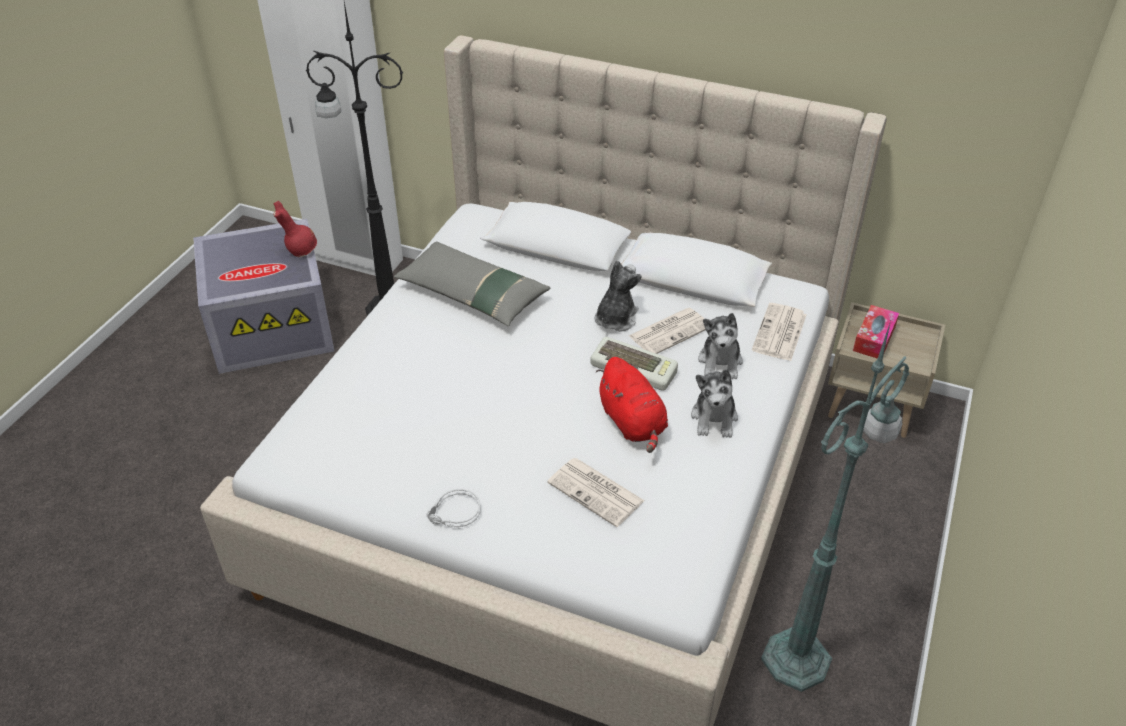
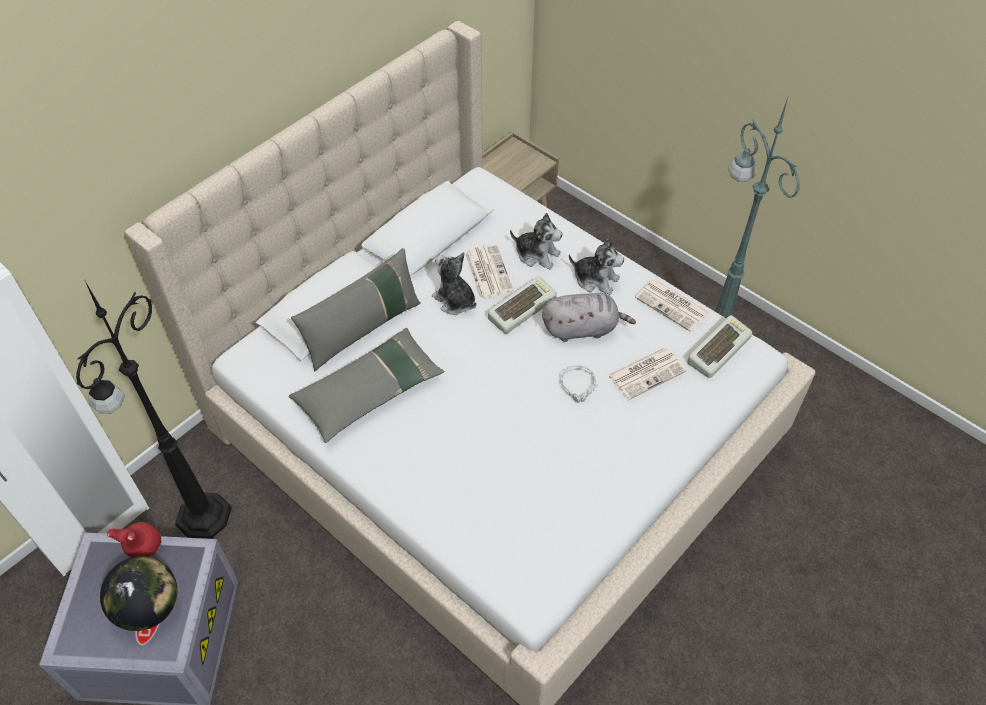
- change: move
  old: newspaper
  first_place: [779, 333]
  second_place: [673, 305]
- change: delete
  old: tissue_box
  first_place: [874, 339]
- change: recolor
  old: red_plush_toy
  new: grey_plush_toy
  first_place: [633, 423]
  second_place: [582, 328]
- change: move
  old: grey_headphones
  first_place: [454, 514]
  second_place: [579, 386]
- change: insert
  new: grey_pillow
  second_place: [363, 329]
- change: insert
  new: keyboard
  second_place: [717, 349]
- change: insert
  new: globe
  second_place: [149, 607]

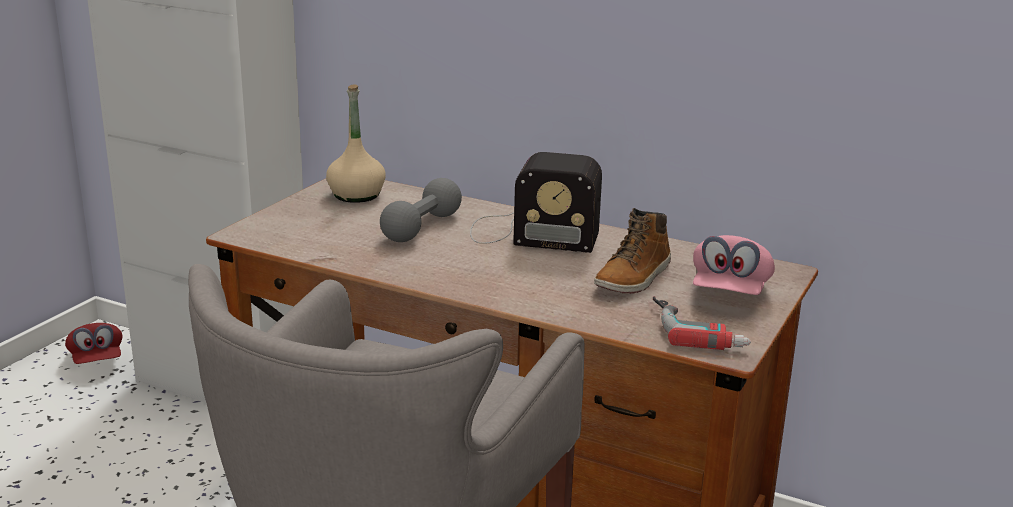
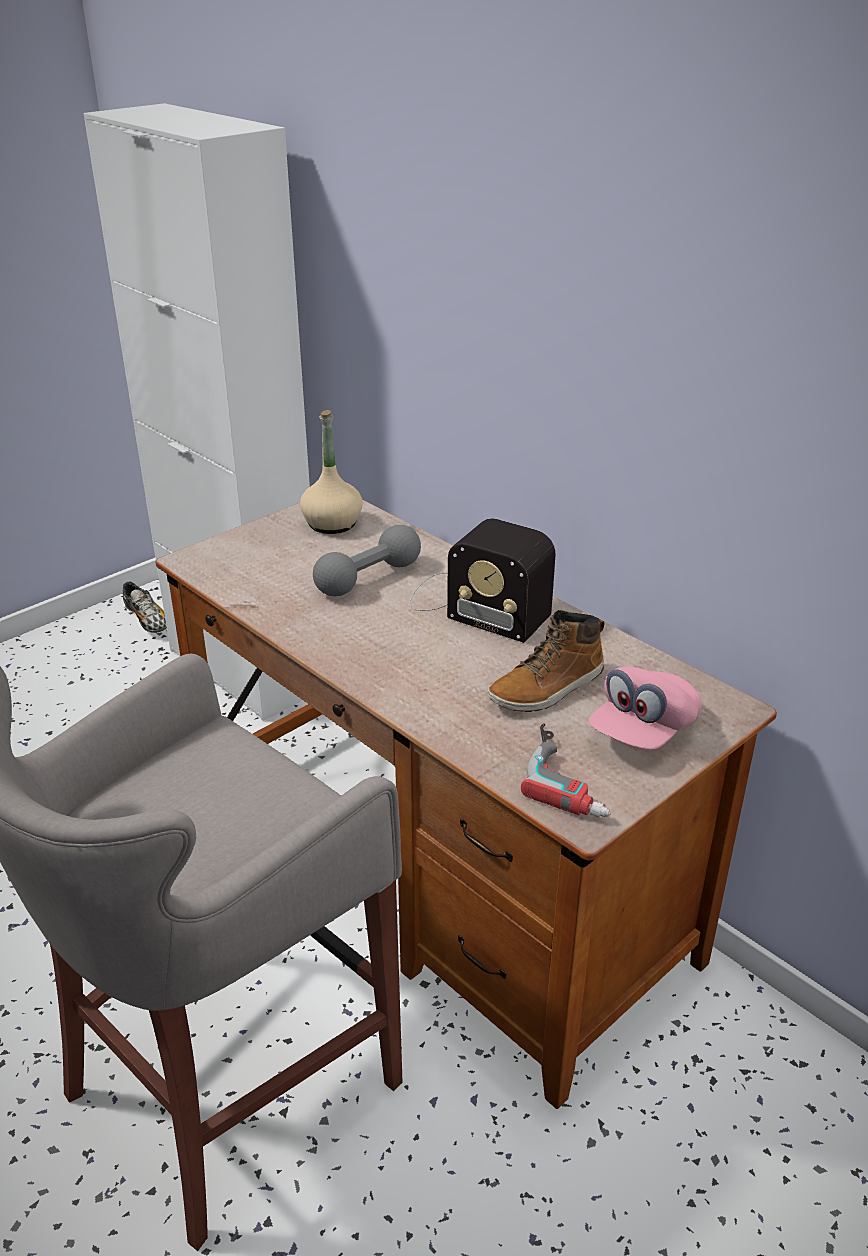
- change: replace
  old: red_cap
  new: shoe
  first_place: [97, 360]
  second_place: [148, 620]

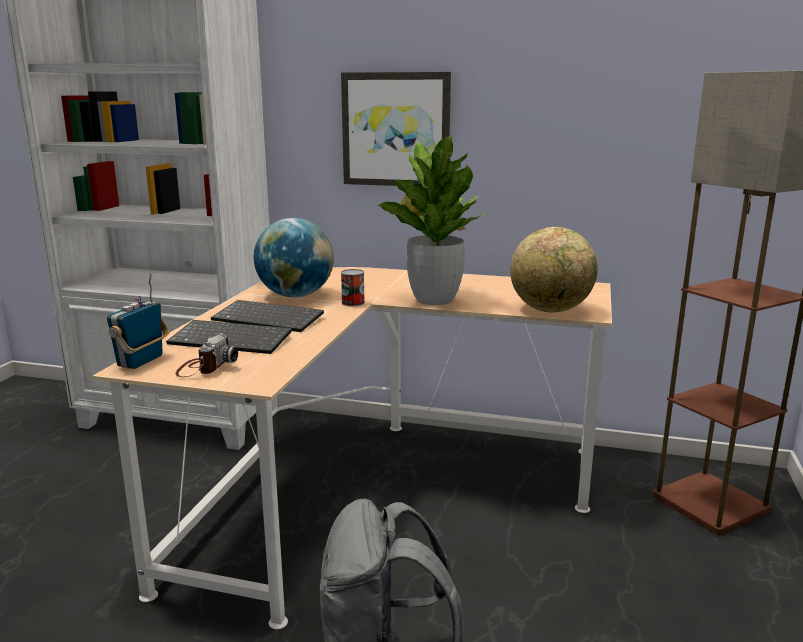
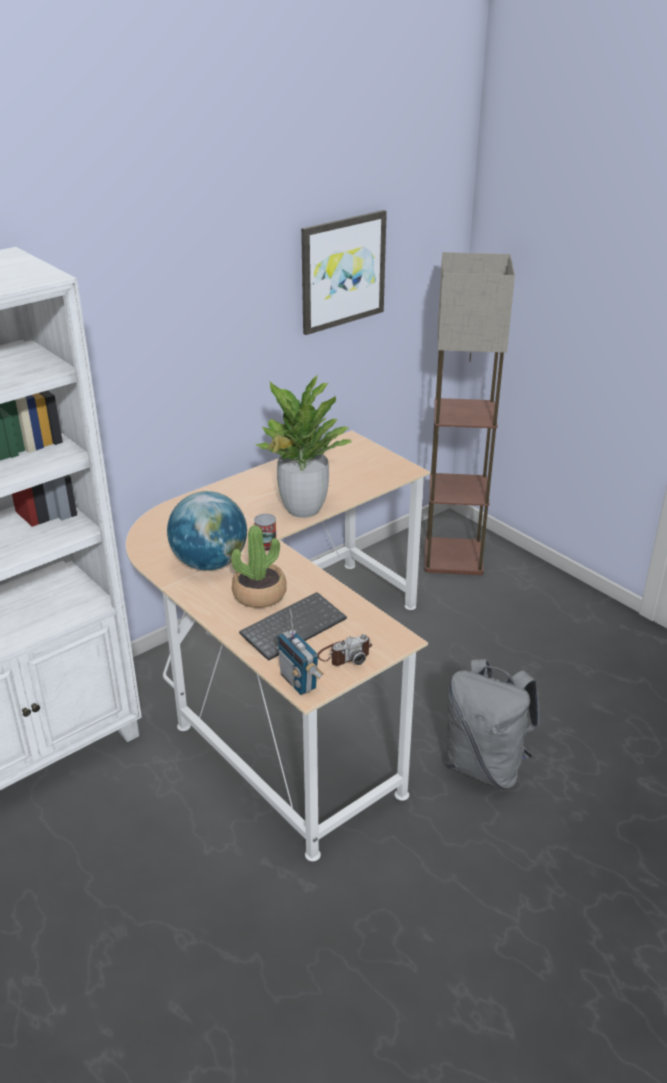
- change: move
  old: picture
  first_place: [396, 130]
  second_place: [342, 271]
- change: delete
  old: globe
  first_place: [551, 310]
- change: replace
  old: keyboard
  new: potted_plant
  first_place: [270, 318]
  second_place: [259, 594]
- change: rotate
  old: photo_camera
  first_place: [205, 367]
  second_place: [344, 655]
  degrees: 105

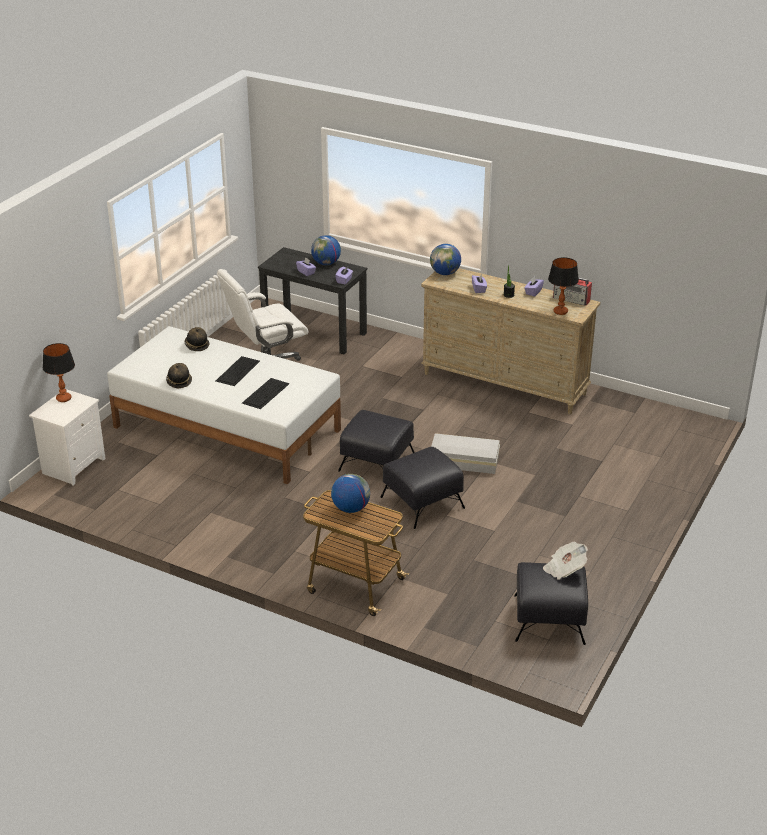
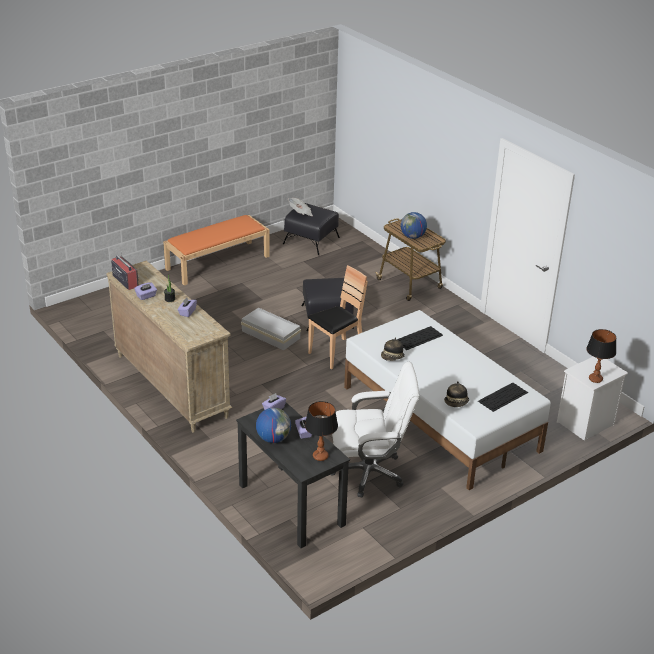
- change: delete
  old: globe
  first_place: [445, 273]
- change: move
  old: table_lamp
  first_place: [560, 312]
  second_place: [320, 456]
- change: move
  old: keyboard
  first_place: [238, 370]
  second_place: [502, 397]
- change: move
  old: hat
  first_place: [179, 382]
  second_place: [392, 358]
- change: replace
  old: black_ottoman
  new: brown_chair
  first_place: [376, 462]
  second_place: [336, 353]
- change: insert
  new: orange_bench
  second_place: [218, 262]

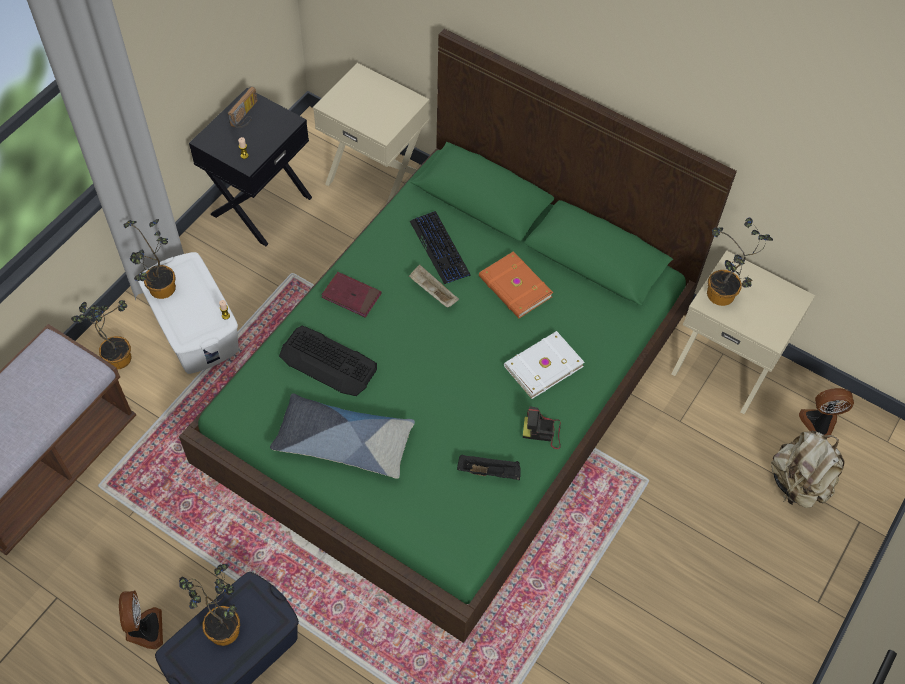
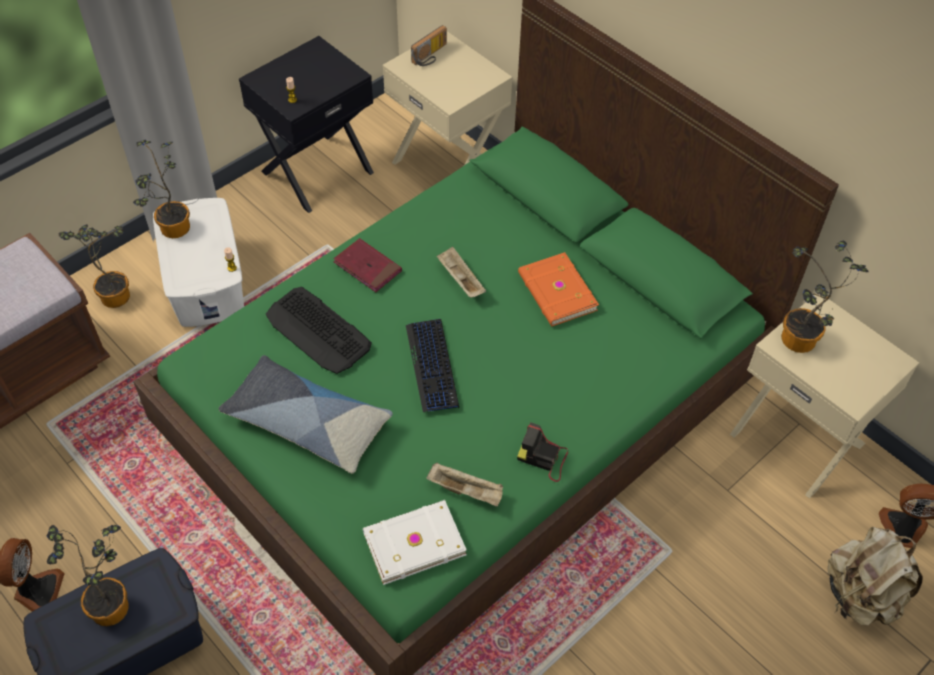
- change: move
  old: radio
  first_place: [246, 115]
  second_place: [431, 56]
- change: move
  old: keyboard
  first_place: [440, 248]
  second_place: [432, 366]
- change: move
  old: white_book
  first_place: [542, 365]
  second_place: [413, 542]
- change: recolor
  old: black_tray
  new: beige_tray
  first_place: [489, 472]
  second_place: [466, 491]

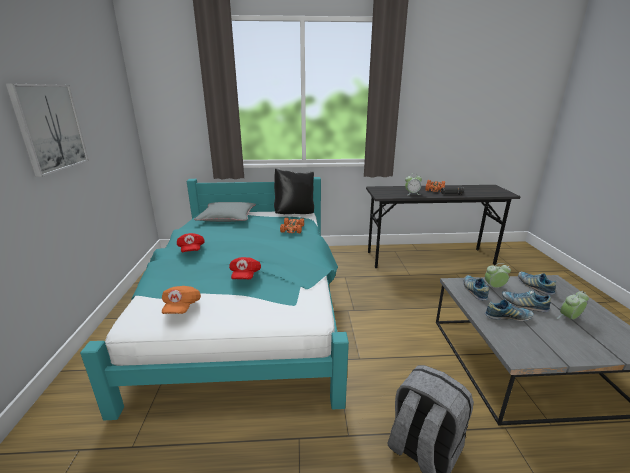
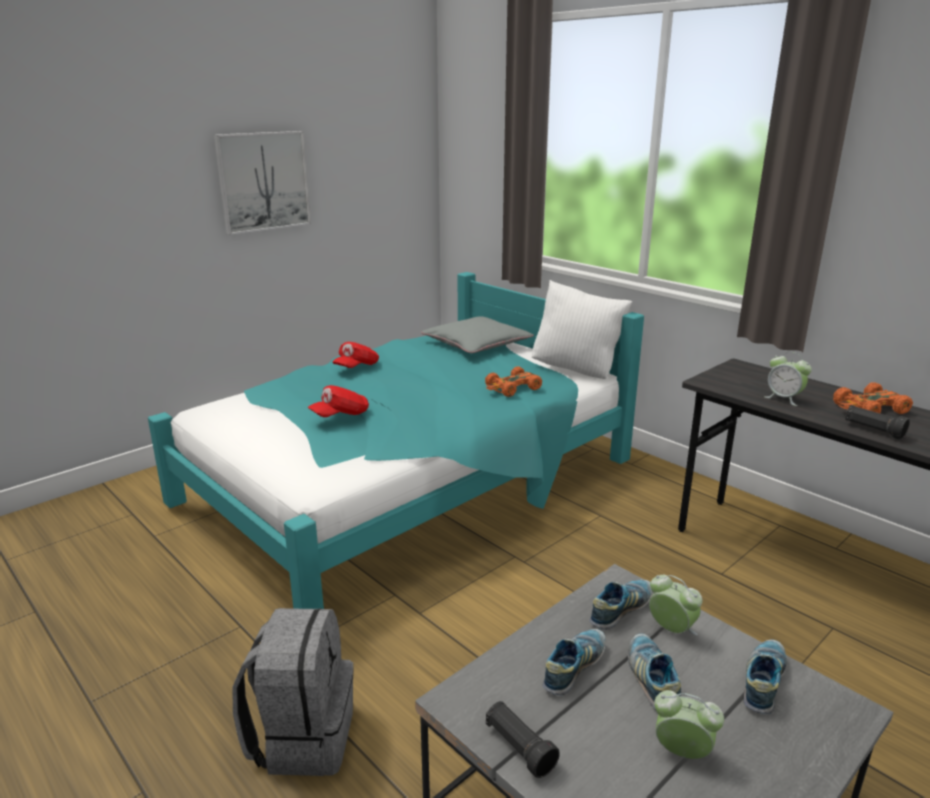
- change: recolor
  old: black_pillow
  new: white_pillow
  first_place: [295, 213]
  second_place: [577, 370]
- change: delete
  old: orange_cap
  first_place: [182, 307]
- change: rotate
  old: shoe
  first_place: [507, 317]
  second_place: [574, 668]
  degrees: -105
- change: insert
  new: black_flashlight
  second_place: [519, 748]

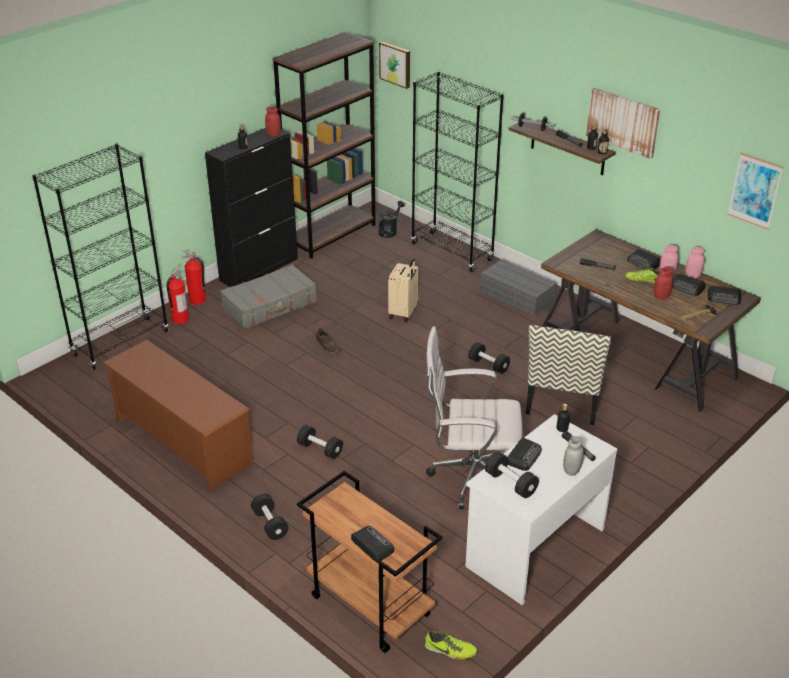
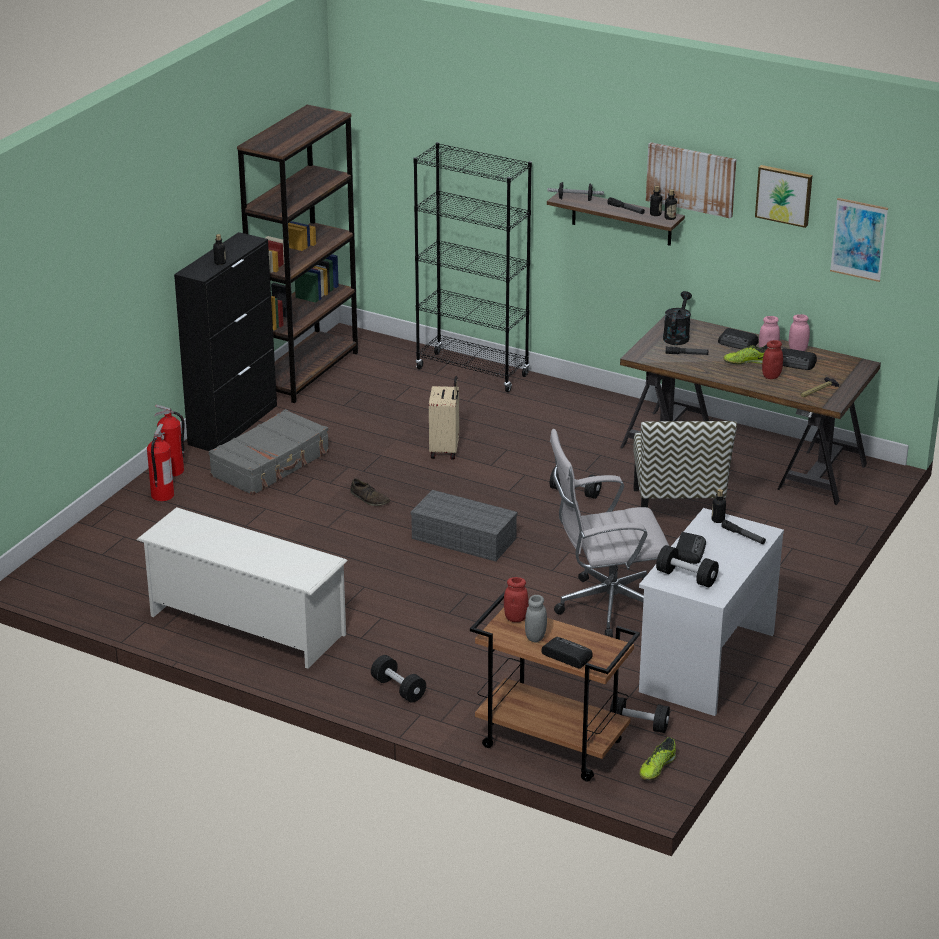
- change: move
  old: picture
  first_place: [396, 64]
  second_place: [784, 195]
- change: move
  old: red_jar
  first_place: [273, 135]
  second_place: [515, 618]
- change: delete
  old: black_bookcase
  first_place: [121, 343]
- change: move
  old: black_watering_can
  first_place: [389, 231]
  second_place: [677, 336]
- change: move
  old: grey_storage_box
  first_place: [518, 297]
  second_place: [465, 538]
- change: delete
  old: radio
  first_place: [724, 298]
- change: recolor
  old: brown_shoe_rack
  new: white_shoe_rack
  first_place: [182, 441]
  second_place: [245, 625]
- change: move
  old: black_dumbbell
  first_place: [320, 449]
  second_place: [638, 725]
- change: move
  old: grey_jar
  first_place: [572, 470]
  second_place: [535, 637]
- change: rotate
  old: shoe
  first_place: [450, 651]
  second_place: [657, 768]
  degrees: 120

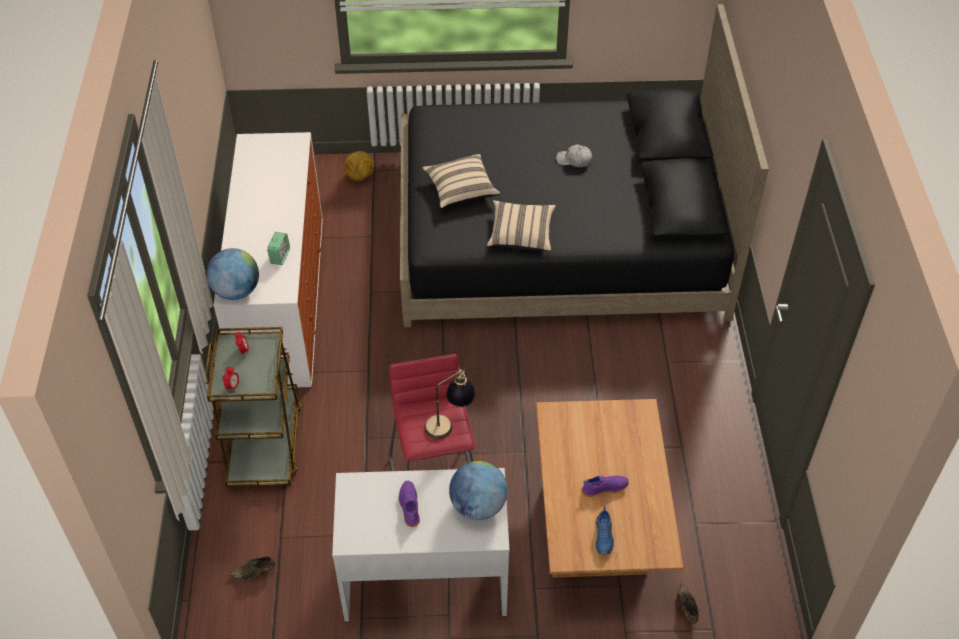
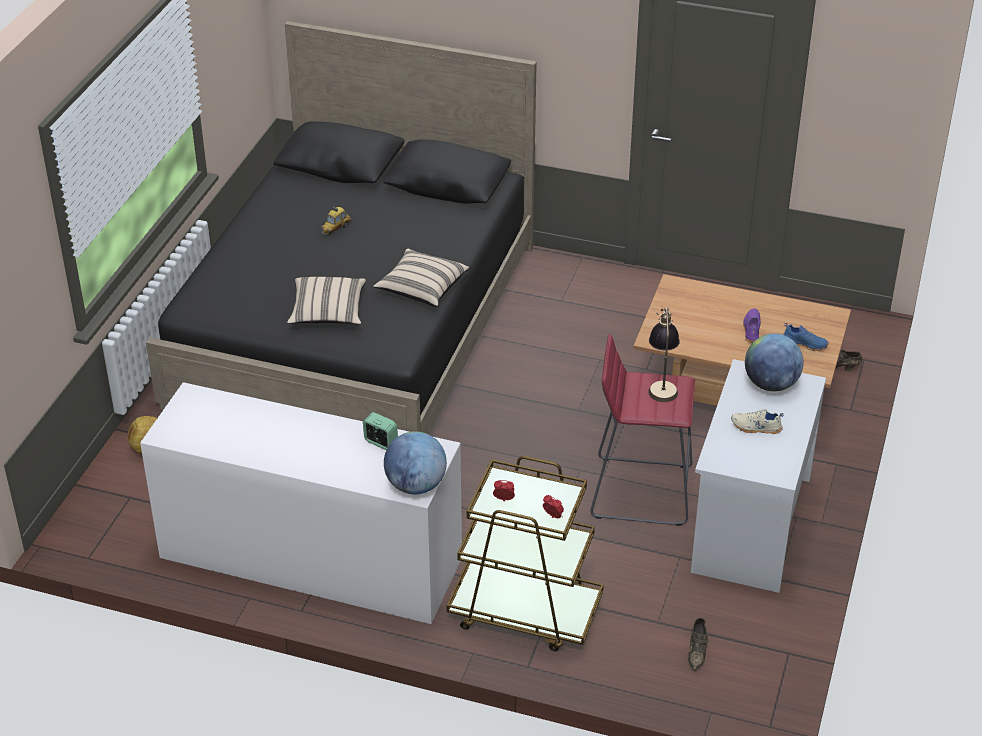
- change: replace
  old: white_cap
  new: toy_car
  first_place: [574, 160]
  second_place: [336, 228]
- change: recolor
  old: purple_shoe
  new: beige_shoe
  first_place: [409, 506]
  second_place: [756, 428]

